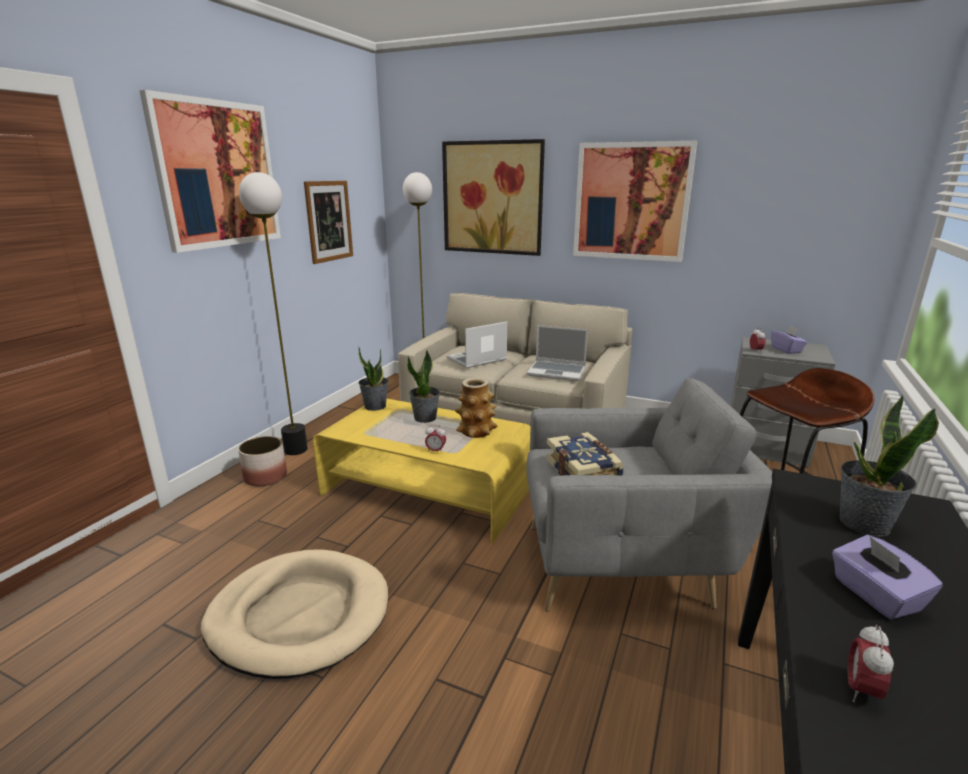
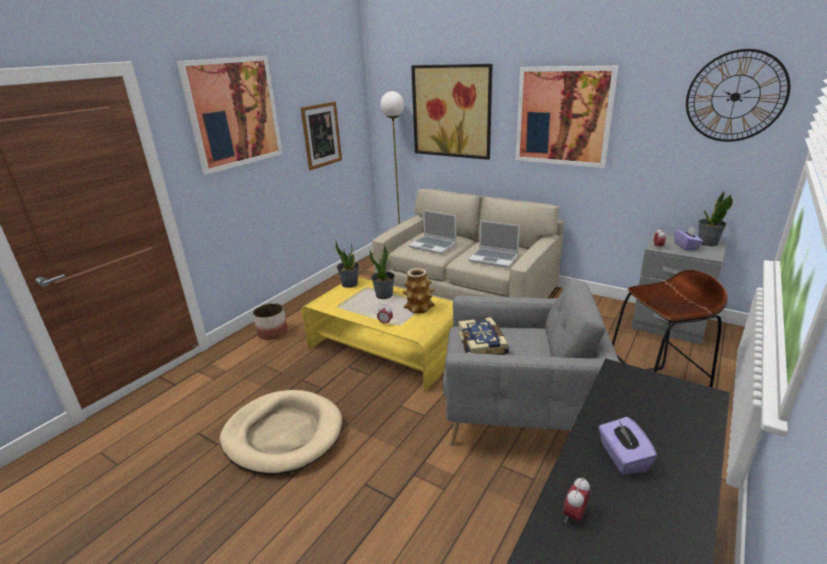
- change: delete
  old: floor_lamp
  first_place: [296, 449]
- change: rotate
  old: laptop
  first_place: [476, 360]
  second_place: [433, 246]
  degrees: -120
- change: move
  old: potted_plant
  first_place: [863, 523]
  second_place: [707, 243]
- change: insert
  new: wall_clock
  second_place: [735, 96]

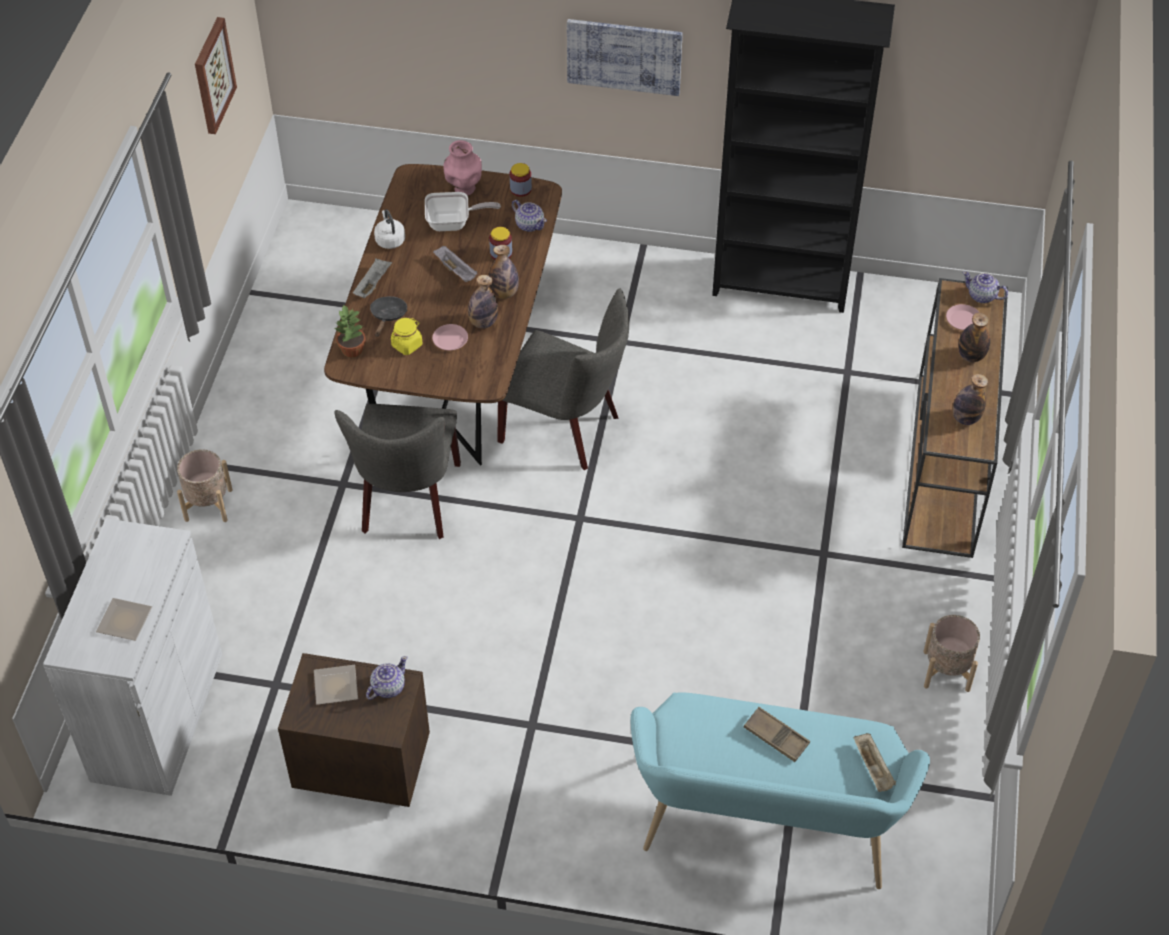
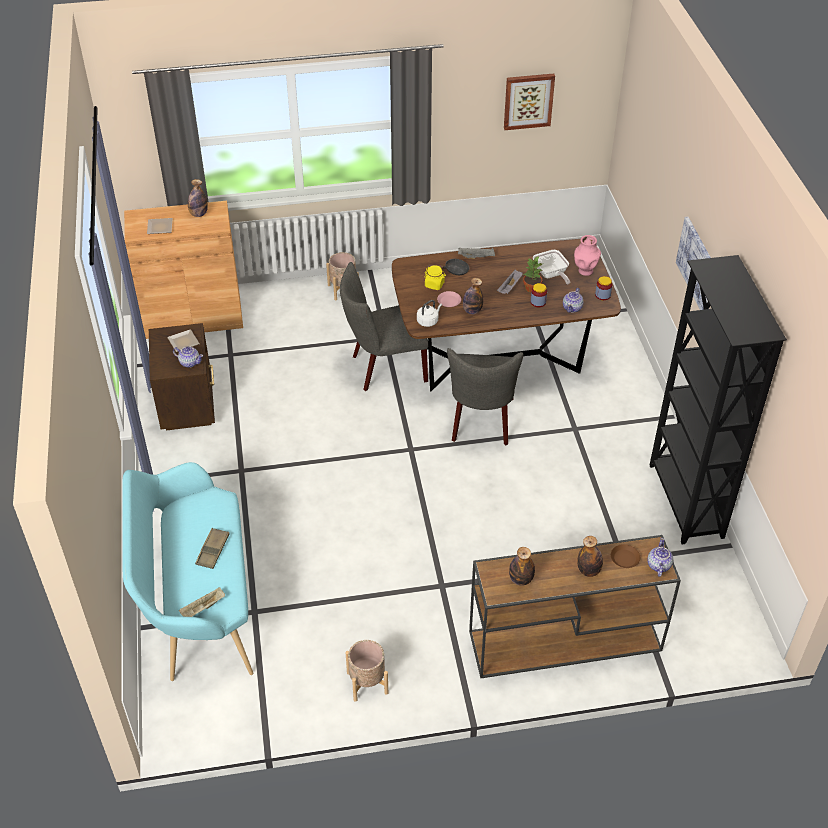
- change: move
  old: white_kettle
  first_place: [389, 240]
  second_place: [428, 321]
- change: move
  old: bottle
  first_place: [504, 293]
  second_place: [198, 214]
- change: recolor
  old: pink_plate
  new: brown_plate
  first_place: [963, 320]
  second_place: [624, 558]
- change: move
  old: potted_plant
  first_place: [352, 350]
  second_place: [531, 288]
- change: recolor
  old: white_cabinet
  new: brown_cabinet
  first_place: [157, 716]
  second_place: [193, 317]

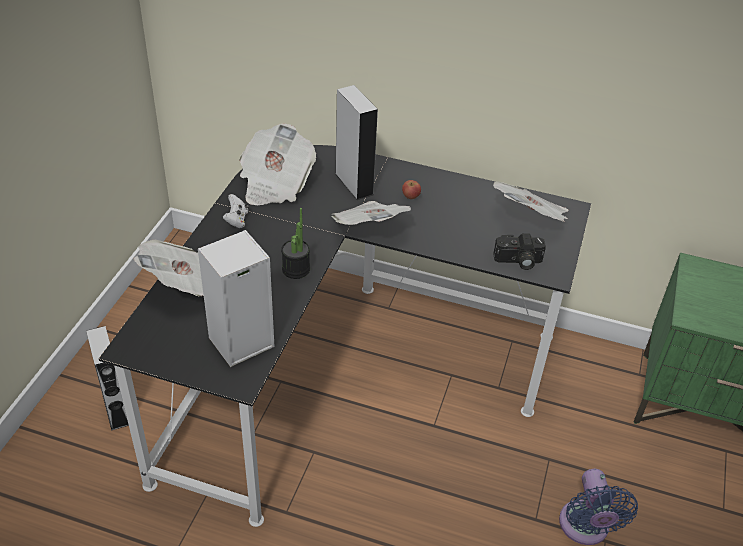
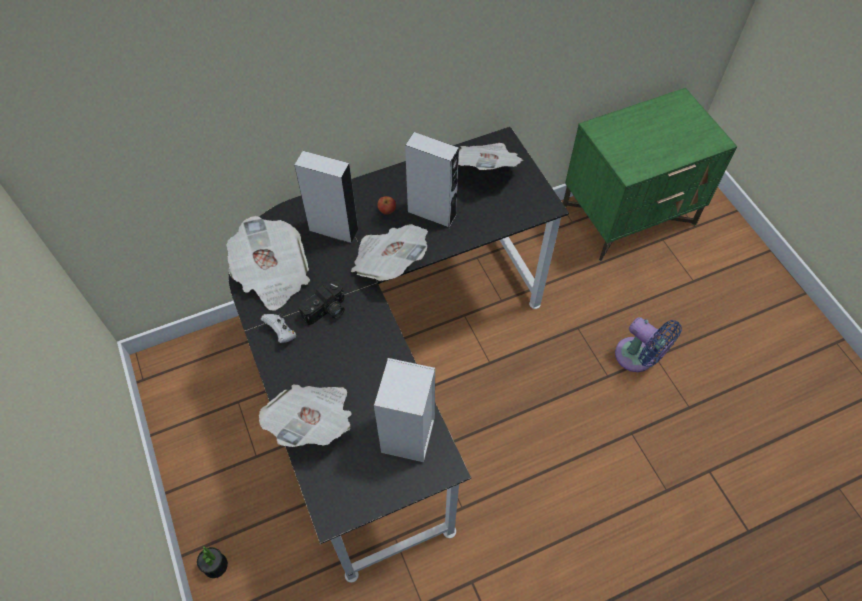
- change: move
  old: potted_plant
  first_place: [296, 269]
  second_place: [215, 565]
- change: move
  old: photo_camera
  first_place: [518, 261]
  second_place: [326, 312]
- change: move
  old: grey_speaker
  first_place: [116, 410]
  second_place: [431, 213]

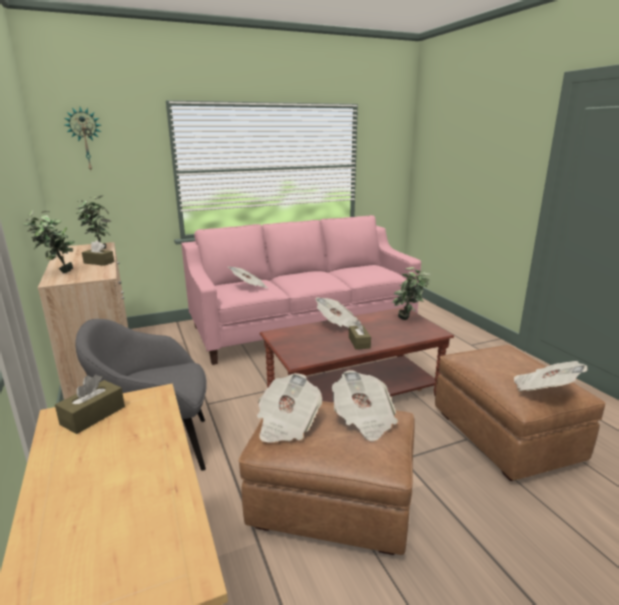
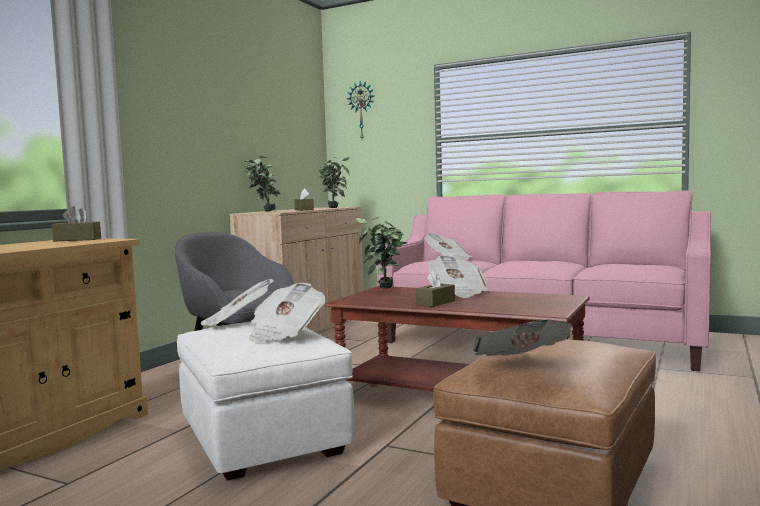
- change: move
  old: potted_plant
  first_place: [409, 320]
  second_place: [384, 289]
- change: recolor
  old: brown_ottoman
  new: white_ottoman
  first_place: [331, 503]
  second_place: [263, 438]

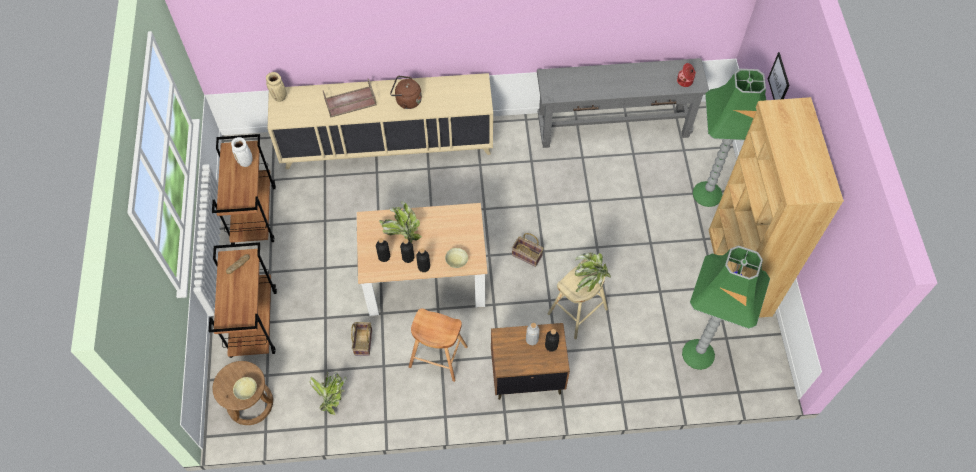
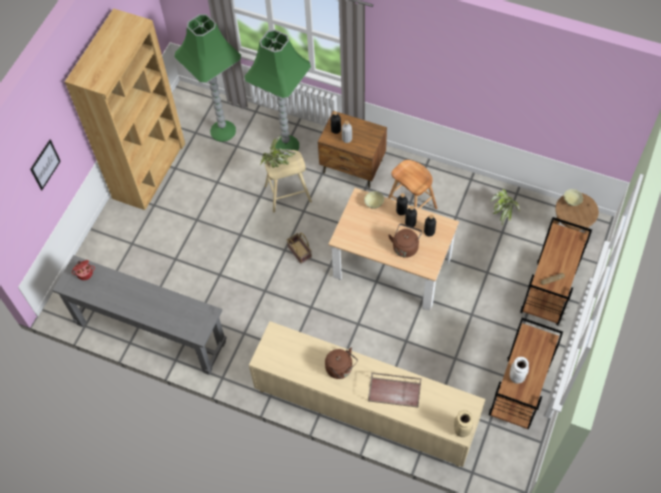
- change: move
  old: green_floor_lamp
  first_place: [708, 194]
  second_place: [286, 145]
- change: replace
  old: potted_plant
  new: brown_kettle
  first_place: [401, 232]
  second_place: [405, 246]
- change: delete
  old: basket
  first_place: [363, 343]

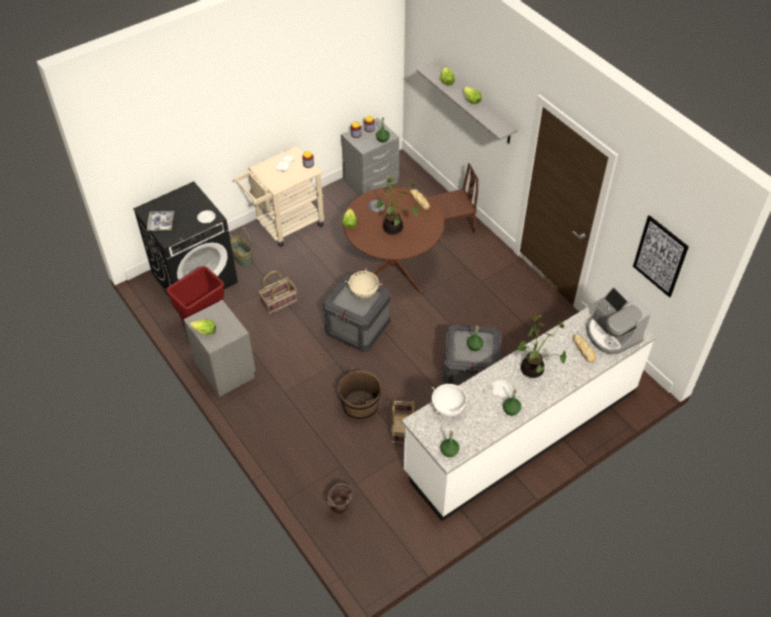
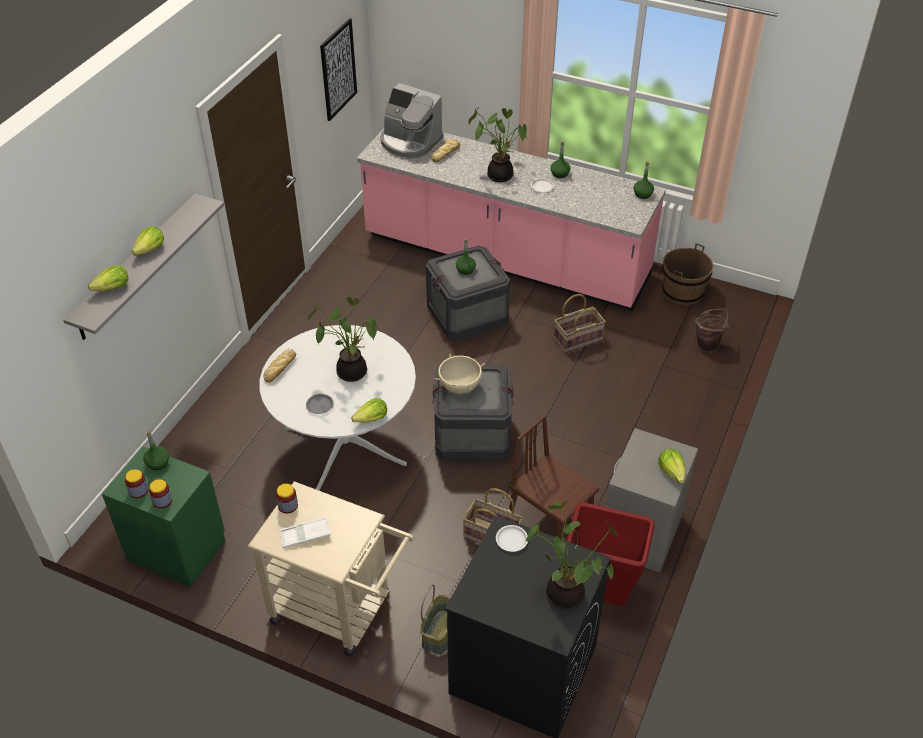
- change: recolor
  old: grey_nightstand
  new: green_nightstand
  first_place: [371, 182]
  second_place: [177, 549]
- change: move
  old: brown_chair
  first_place: [450, 226]
  second_place: [550, 518]
- change: recolor
  old: brown_dining_table
  new: white_dining_table
  first_place: [393, 267]
  second_place: [345, 446]
- change: replace
  old: tray
  new: potted_plant
  first_place: [161, 223]
  second_place: [567, 593]
- change: rotate
  old: coffee_machine
  first_place: [612, 334]
  second_place: [410, 142]
  degrees: 90
- change: recolor
  old: white_counter
  new: pink_counter
  first_place: [521, 431]
  second_place: [505, 258]
- change: move
  old: brown_bucket
  first_place: [360, 406]
  second_place: [683, 292]
- change: delete
  old: white_cooking_pot
  first_place: [448, 409]

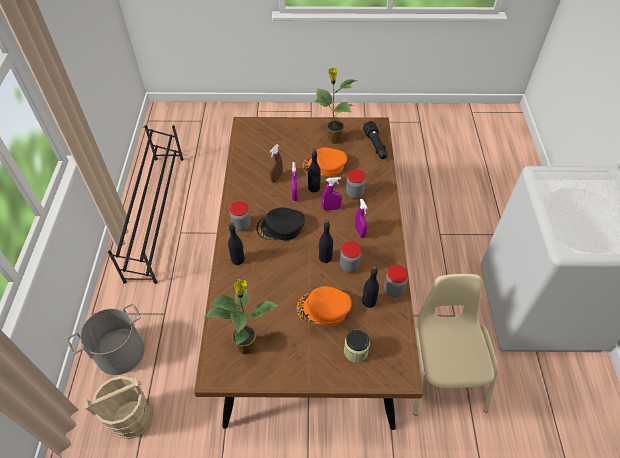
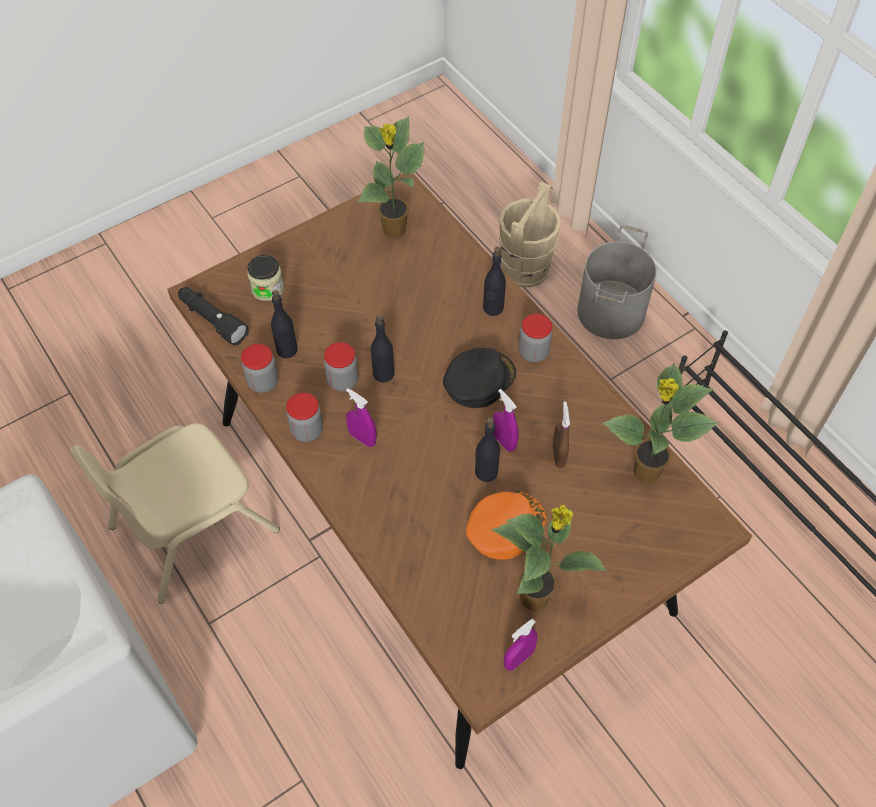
- change: move
  old: black_flashlight
  first_place: [375, 146]
  second_place: [212, 320]
- change: move
  old: jar
  first_place: [354, 193]
  second_place: [307, 431]
- change: move
  old: purple_spray_bottle
  first_place: [331, 208]
  second_place: [518, 659]
- change: rotate
  old: beige_chair
  first_place: [442, 371]
  second_place: [192, 527]
  degrees: 90
- change: delete
  old: orange_cap
  first_place: [323, 308]
- change: insert
  new: potted_plant
  second_place: [645, 473]

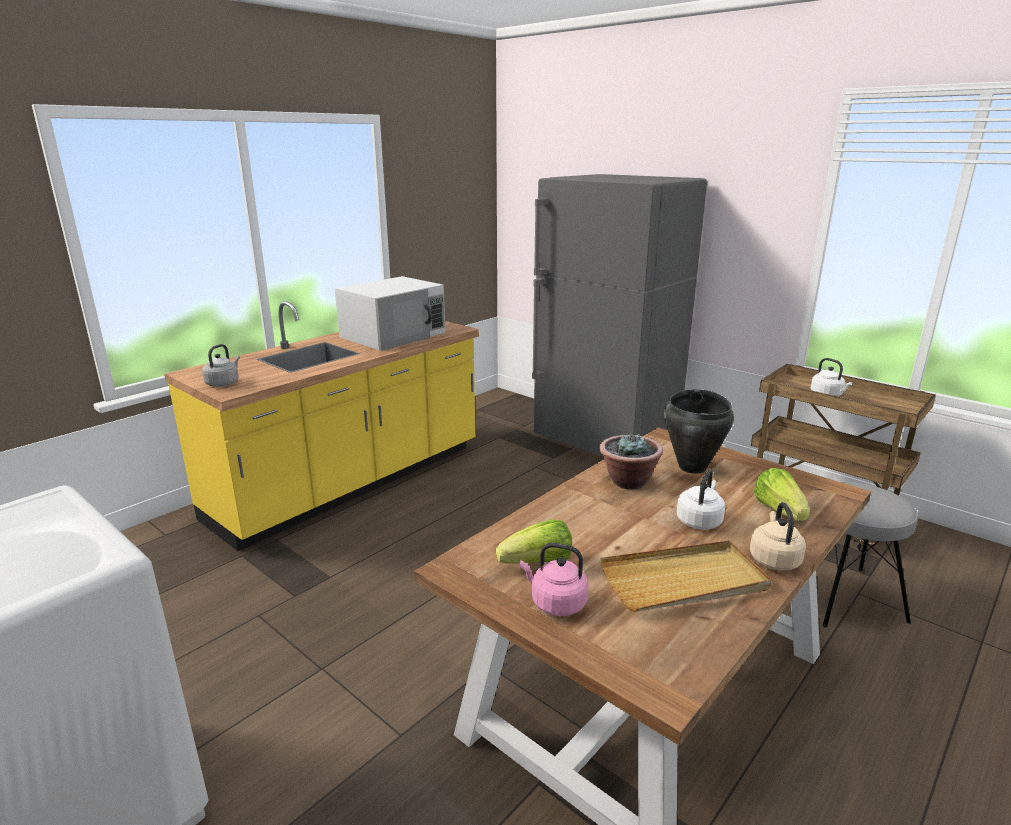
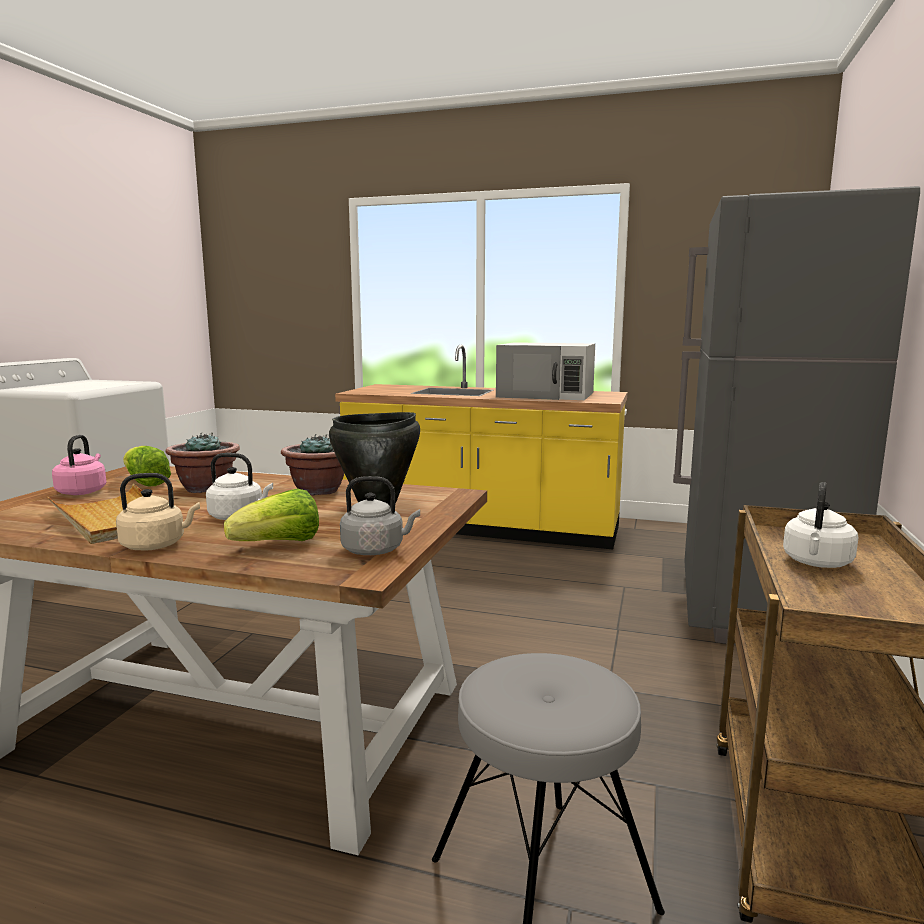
- change: move
  old: grey_kettle
  first_place: [223, 383]
  second_place: [376, 550]
- change: insert
  new: potted_plant
  second_place: [206, 488]

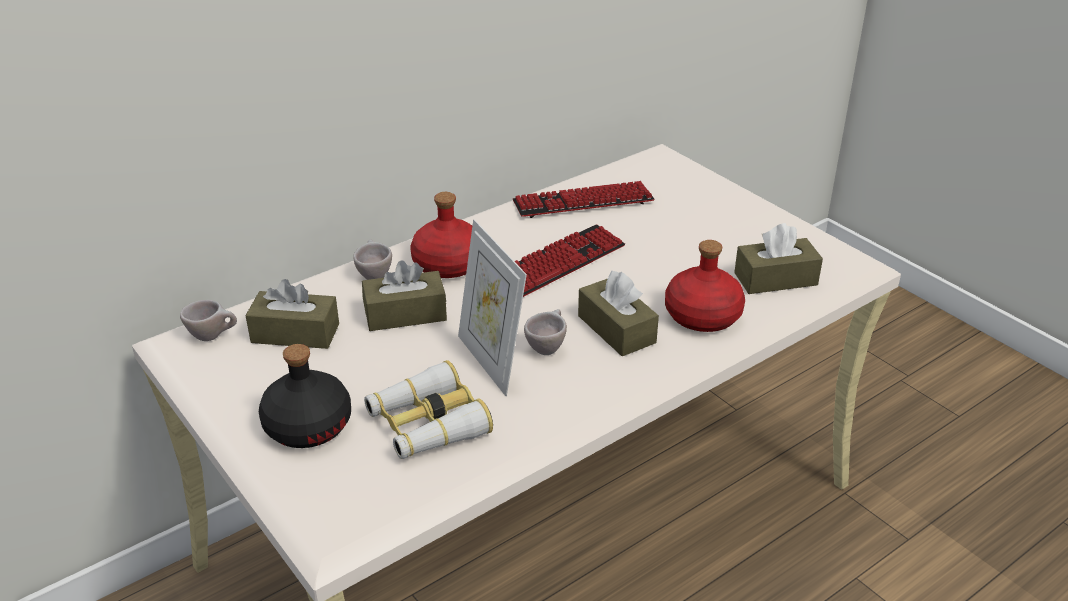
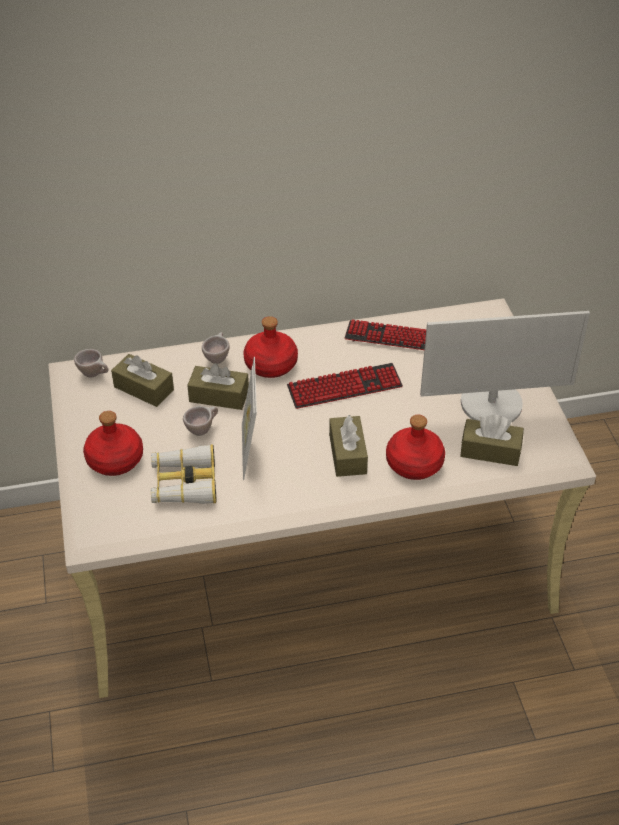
- change: move
  old: beige_cup
  first_place: [547, 347]
  second_place: [202, 429]
- change: recolor
  old: black_bottle
  new: red_bottle
  first_place: [307, 425]
  second_place: [115, 459]
- change: insert
  new: monitor
  second_place: [492, 404]

